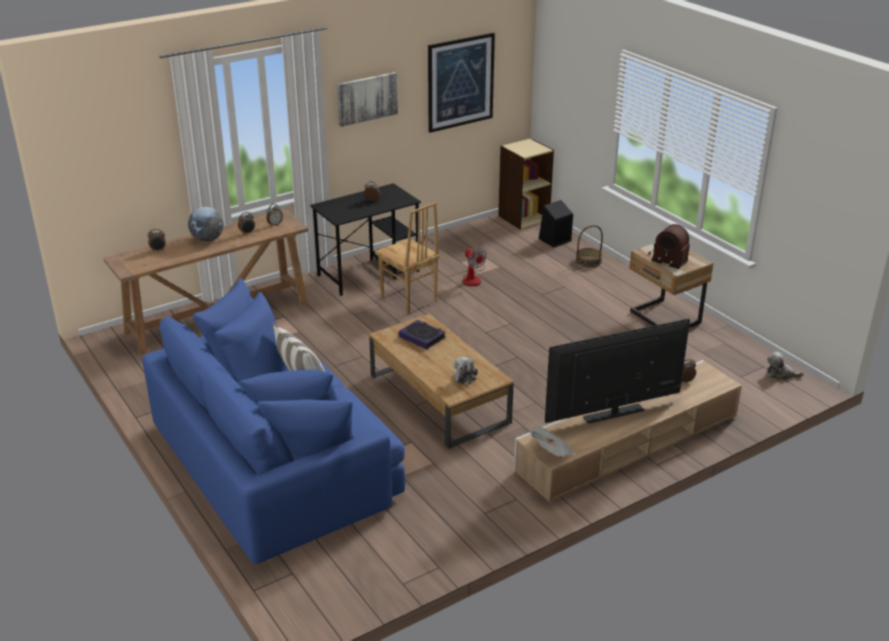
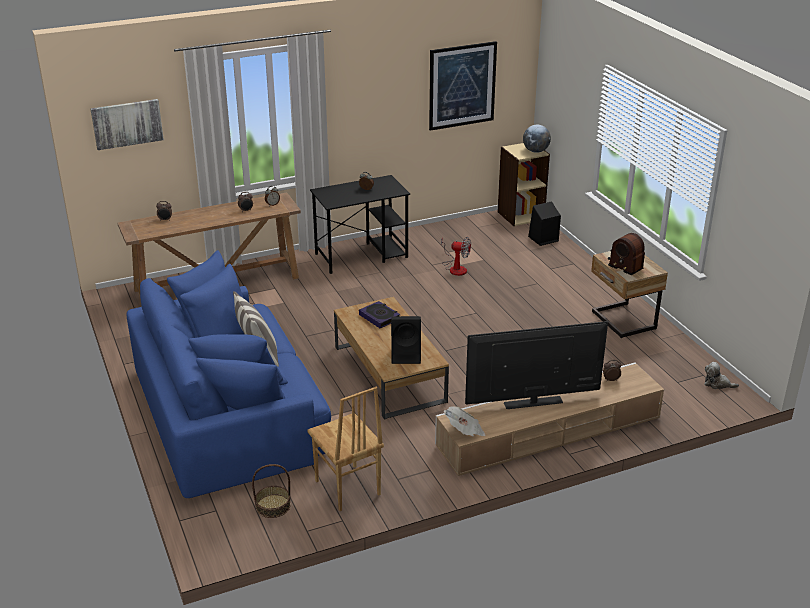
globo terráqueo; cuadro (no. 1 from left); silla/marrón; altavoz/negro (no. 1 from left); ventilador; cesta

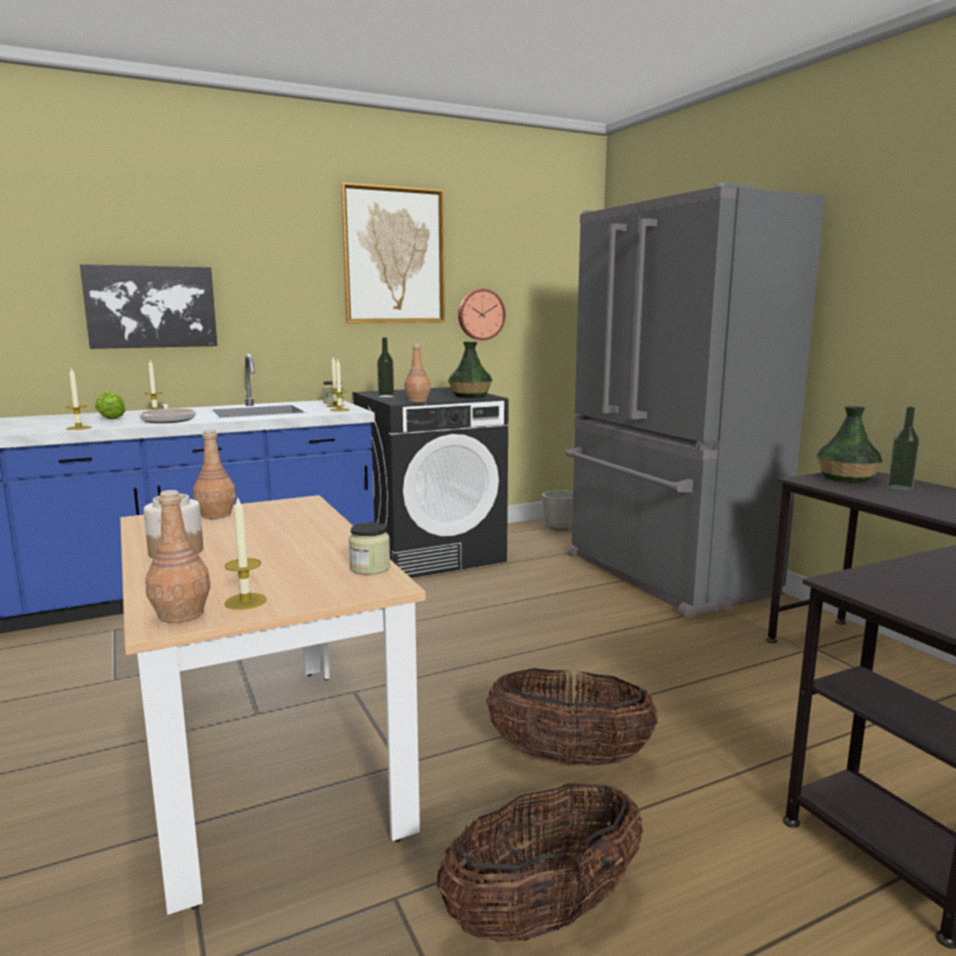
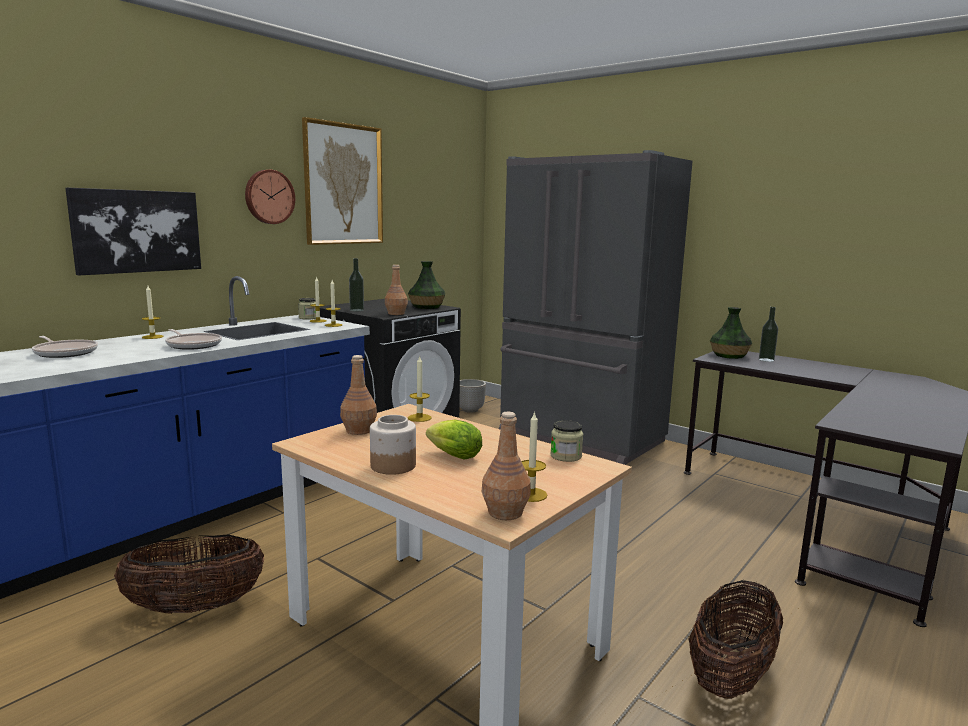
vela (no. 4 from left); lechuga; reloj de pared; cesta (no. 1 from left); sartén (no. 1 from left)

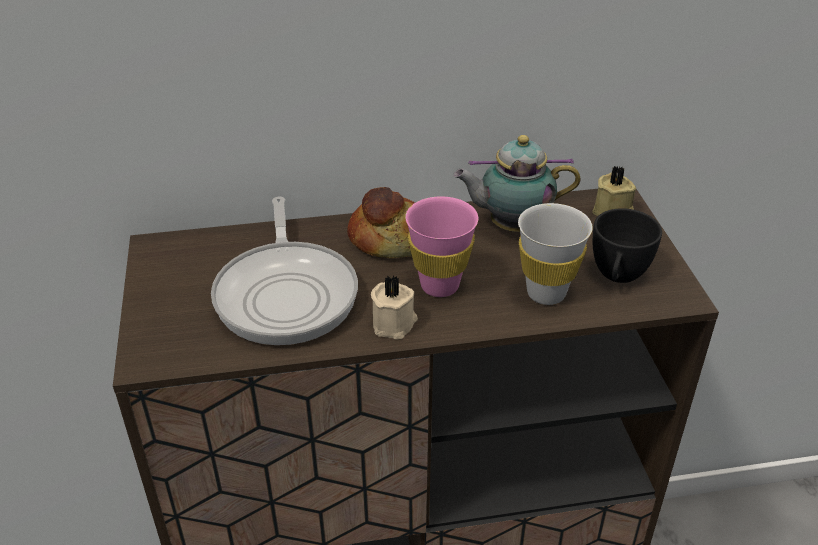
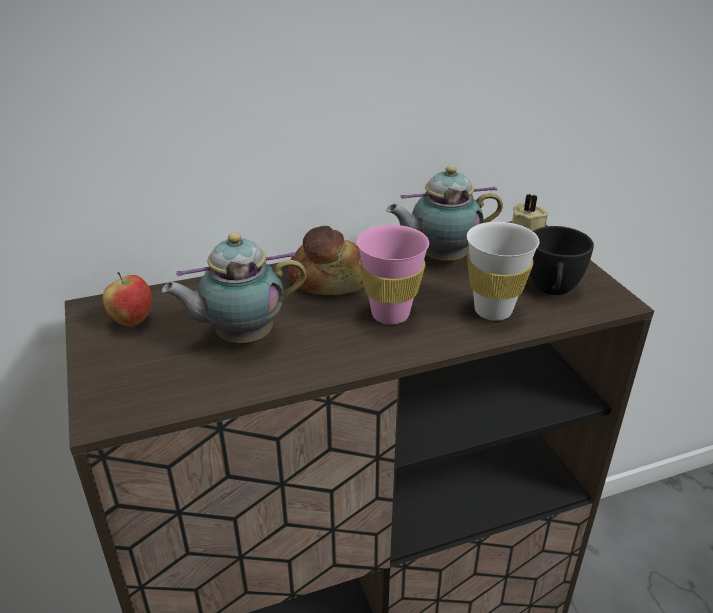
tetera (no. 1 from left); vela/beis (no. 1 from left in the first image); manzana

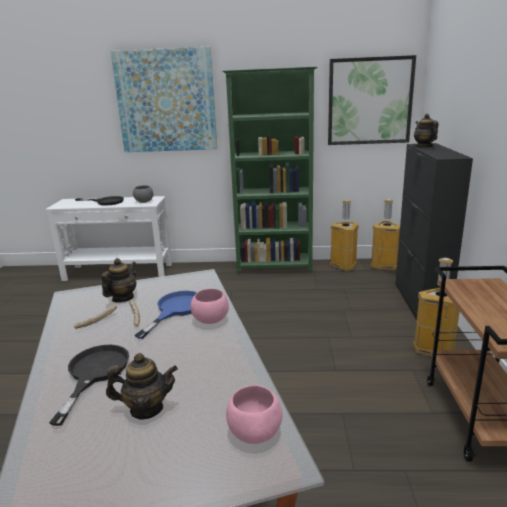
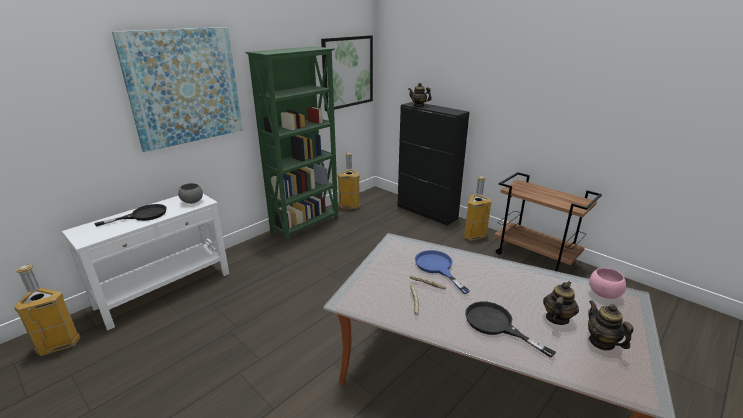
tetera (no. 3 from left); cuenco/rosa (no. 1 from left in the first image); papelera (no. 1 from left)

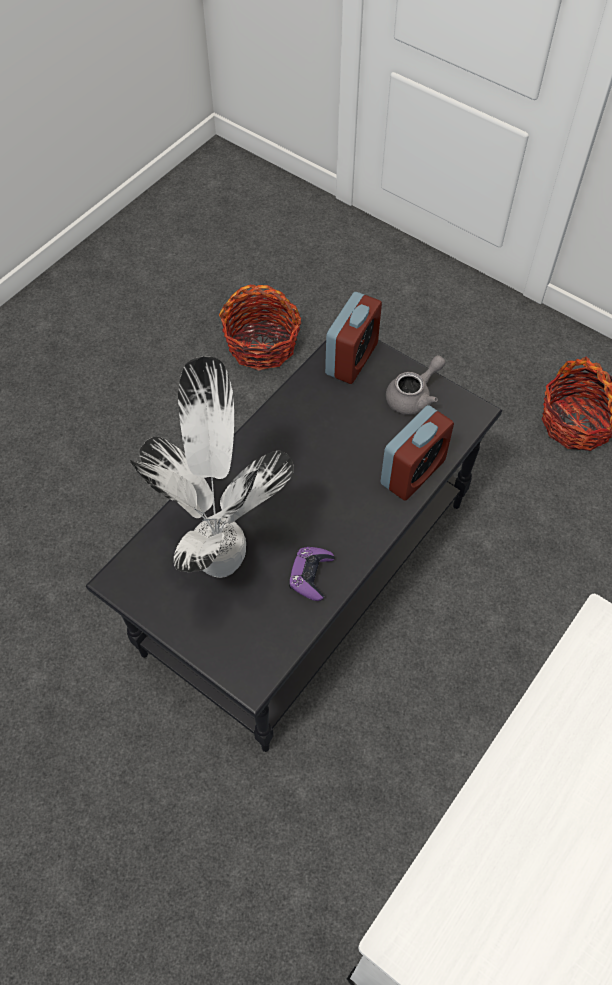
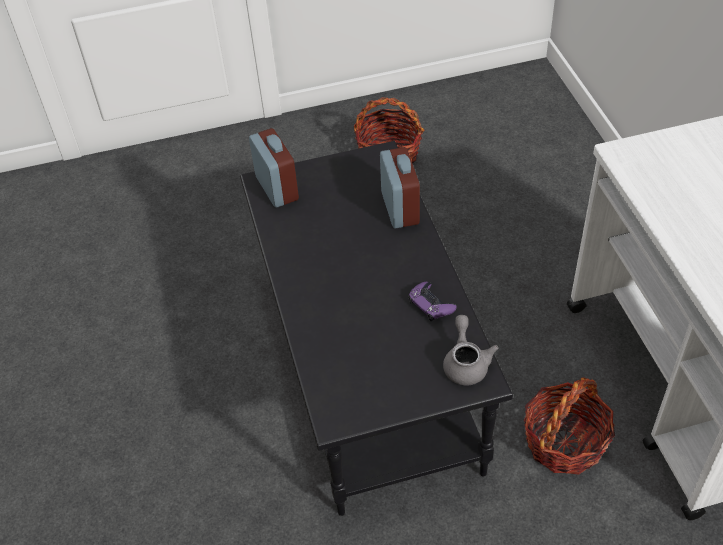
planta en maceta; cesta (no. 2 from left); tetera/gris

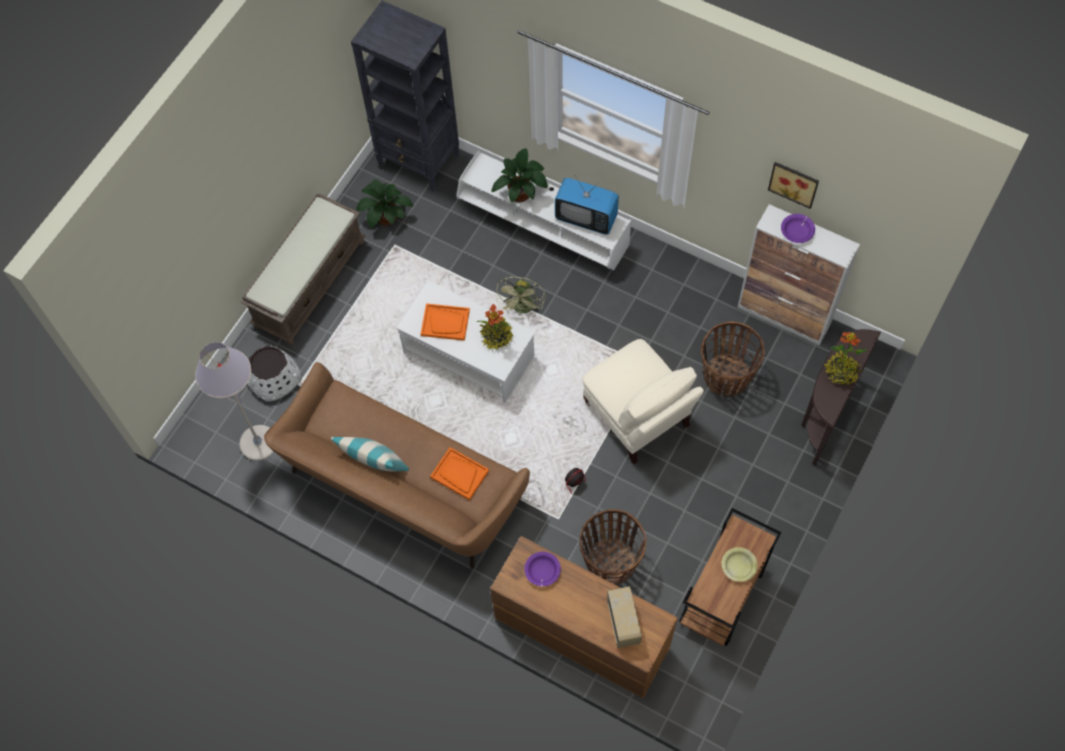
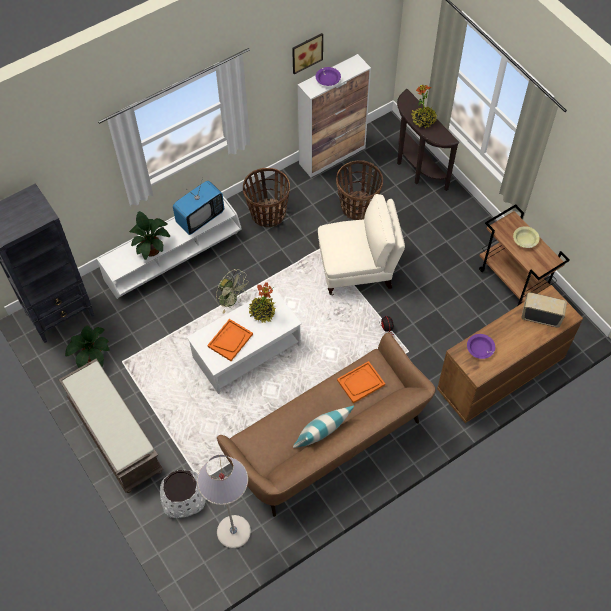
cesta (no. 1 from left)

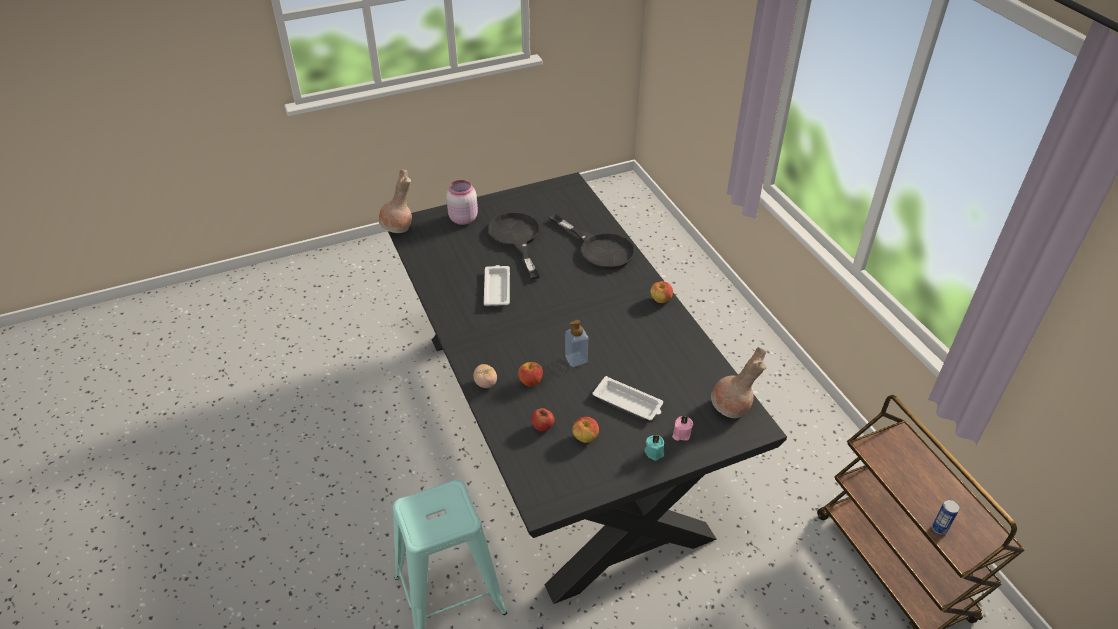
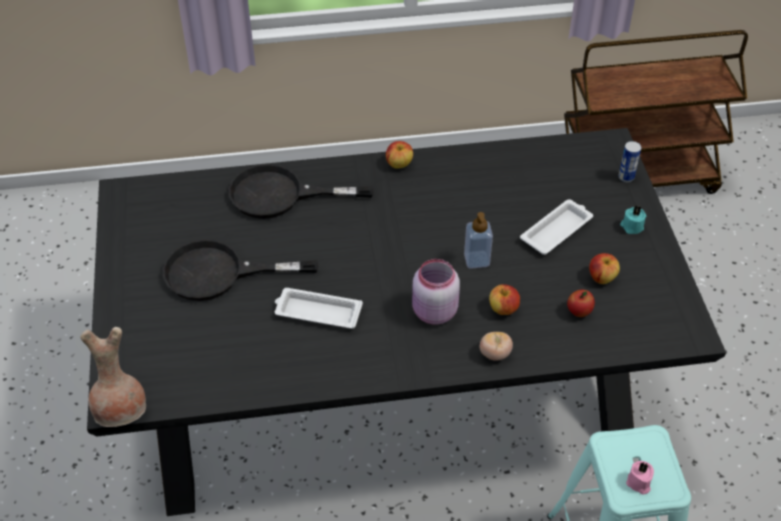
tarro/rosa; sartén/negro (no. 2 from left); vela/rosa; florero/marrón (no. 2 from left in the first image); lata

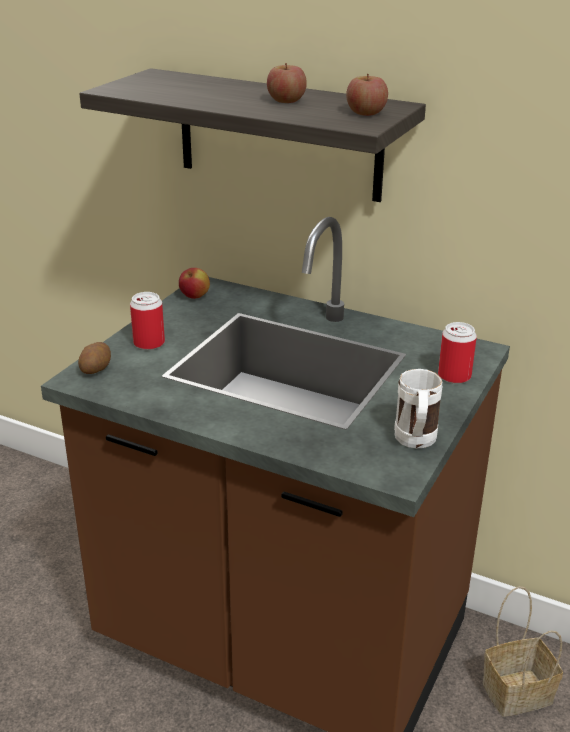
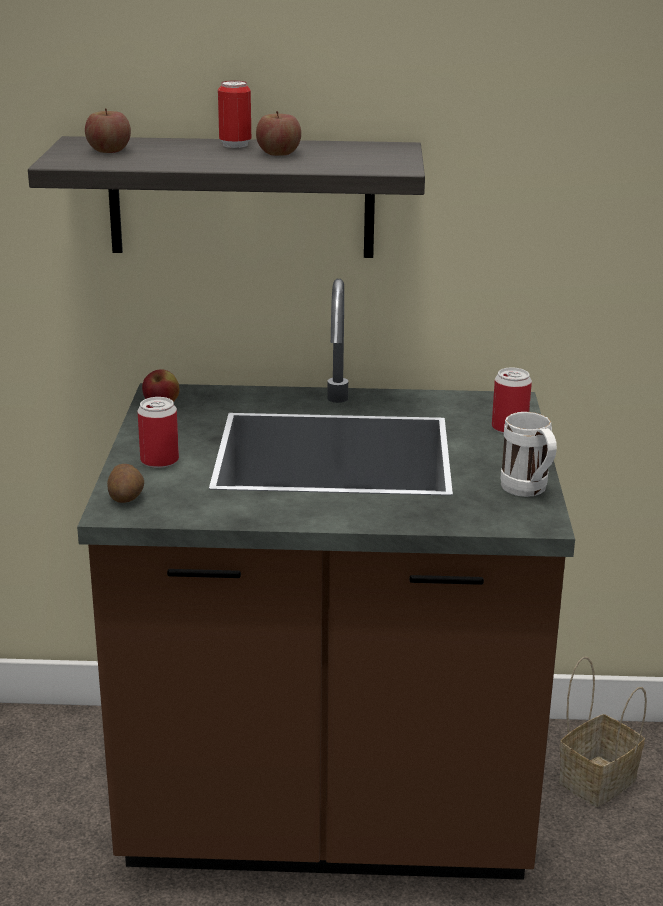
manzana (no. 1 from left); lata (no. 2 from left)

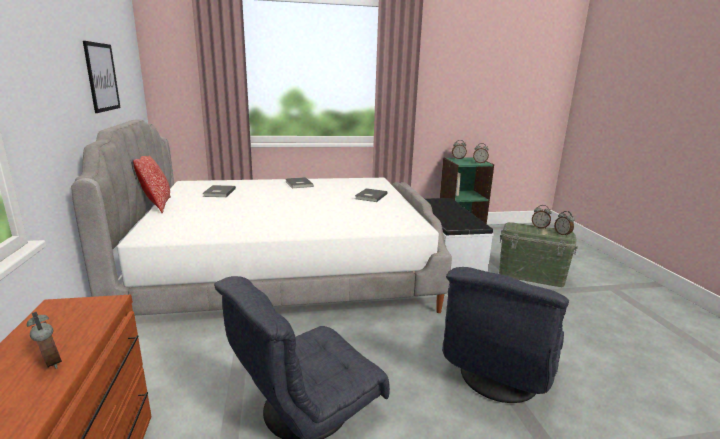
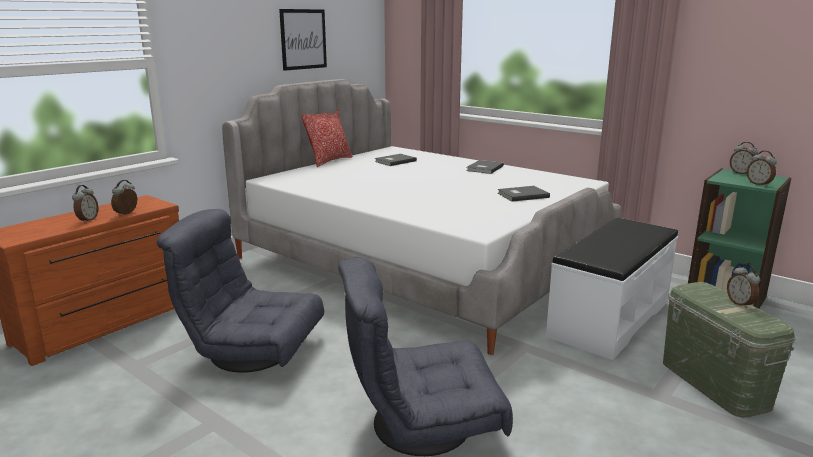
despertador (no. 2 from left)

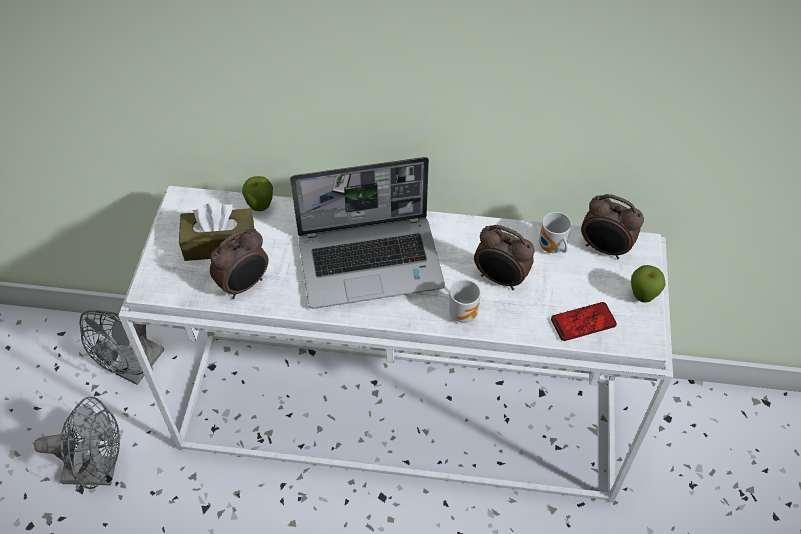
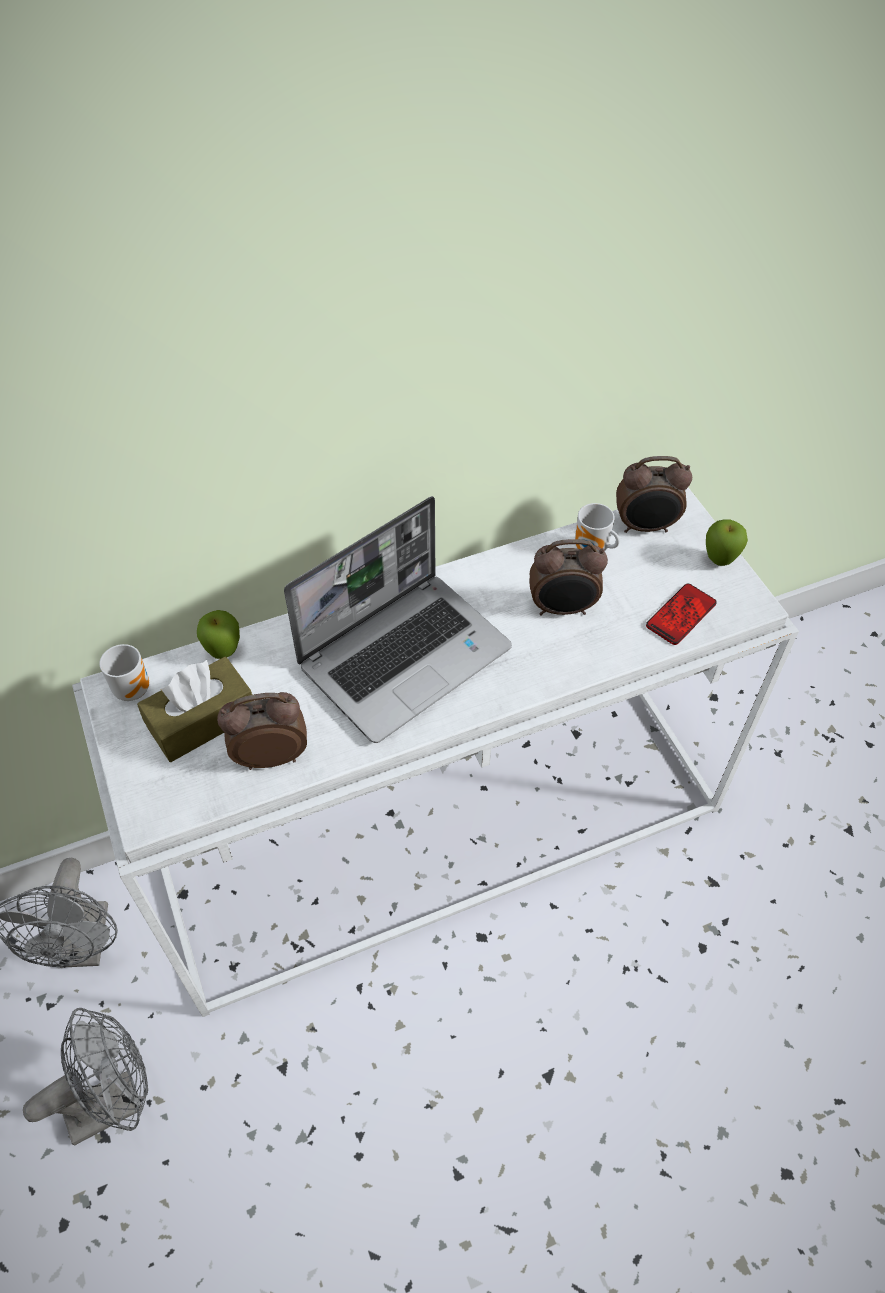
despertador (no. 1 from left); taza grande (no. 1 from left)

